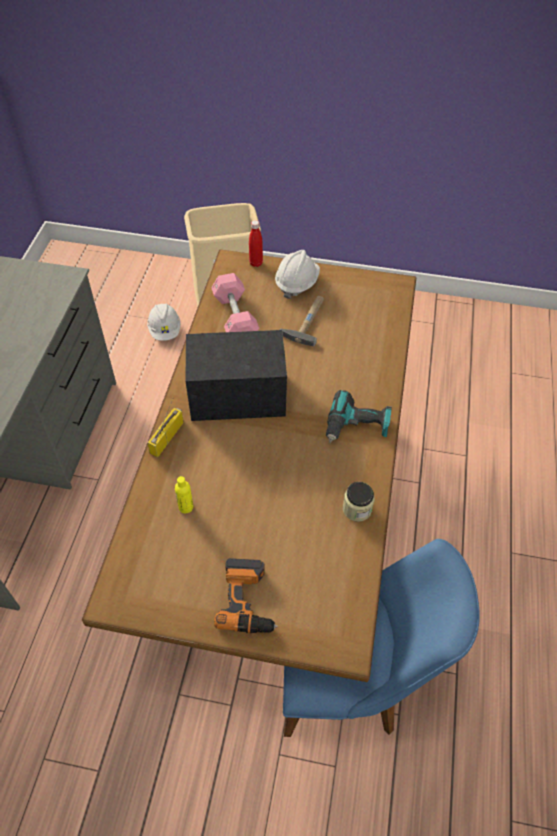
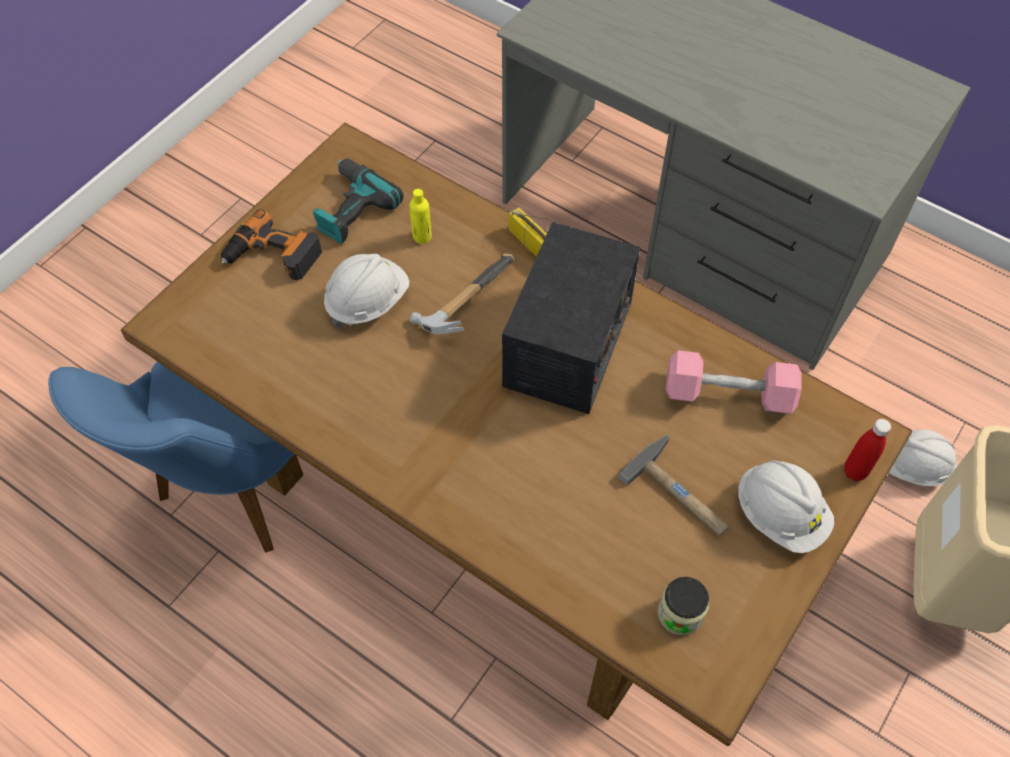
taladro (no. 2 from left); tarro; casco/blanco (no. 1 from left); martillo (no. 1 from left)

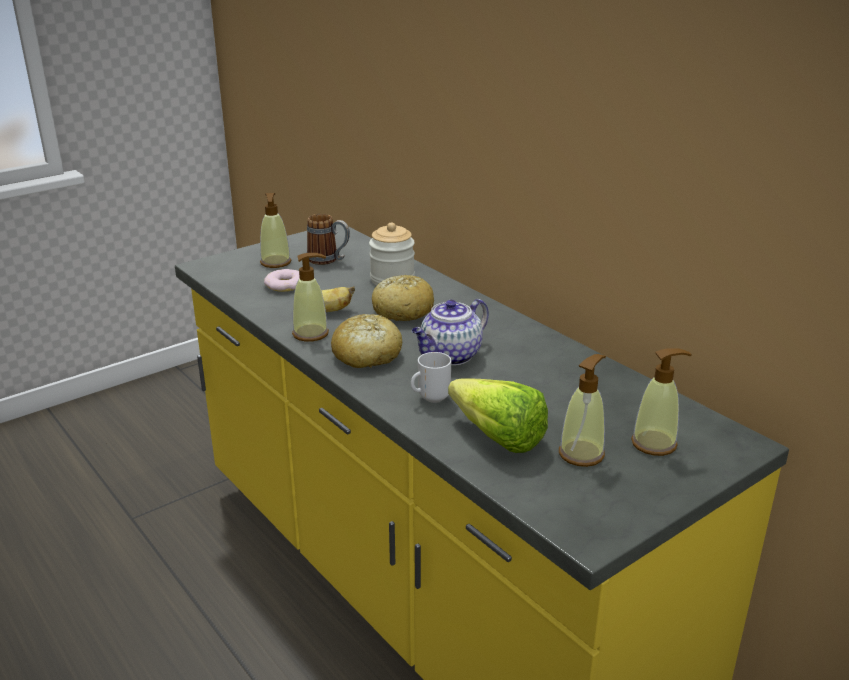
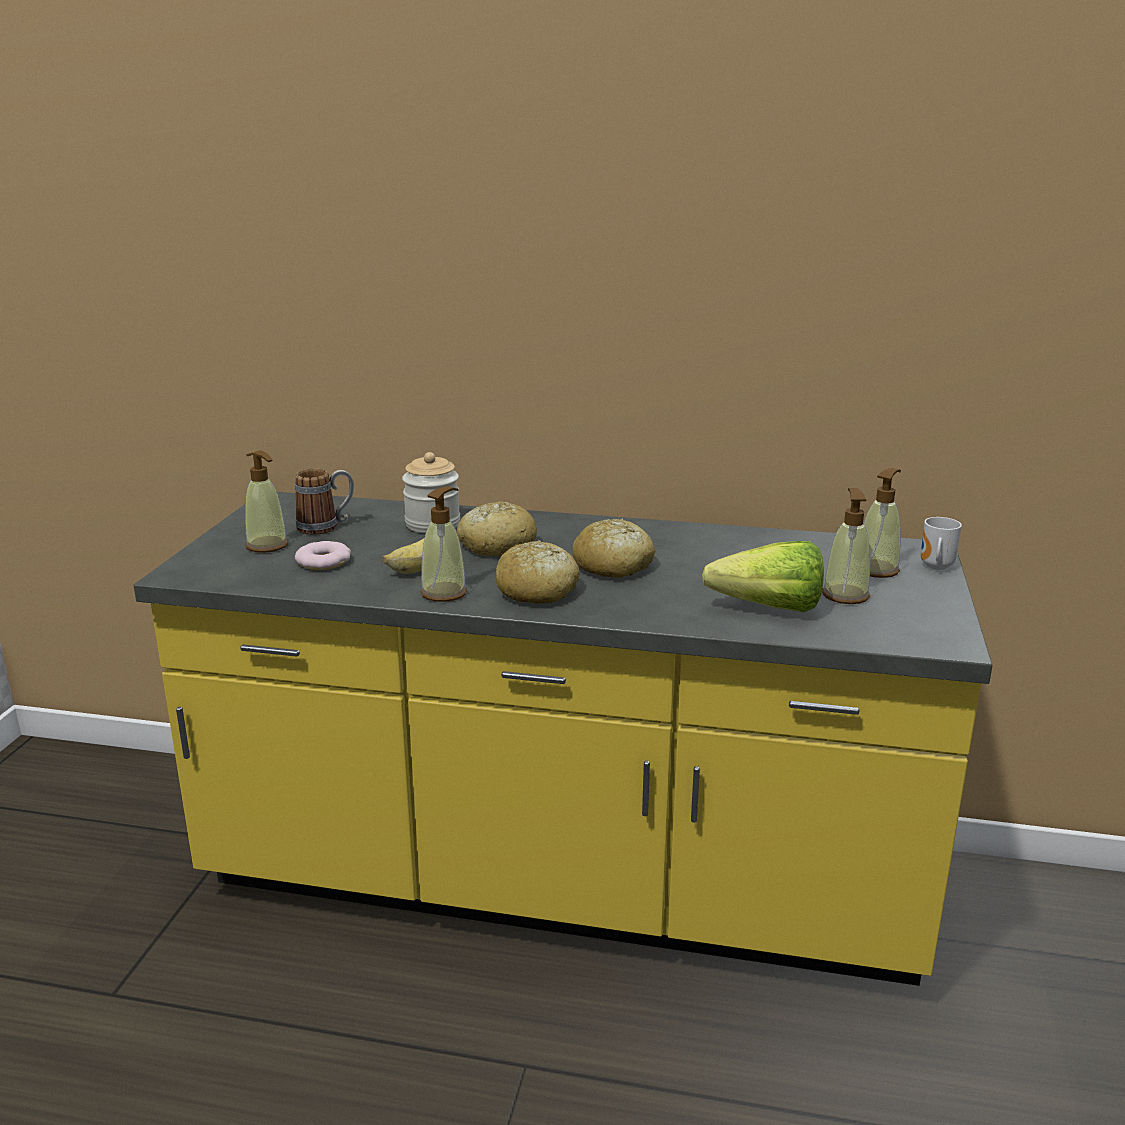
taza grande (no. 2 from left); pan (no. 3 from left)

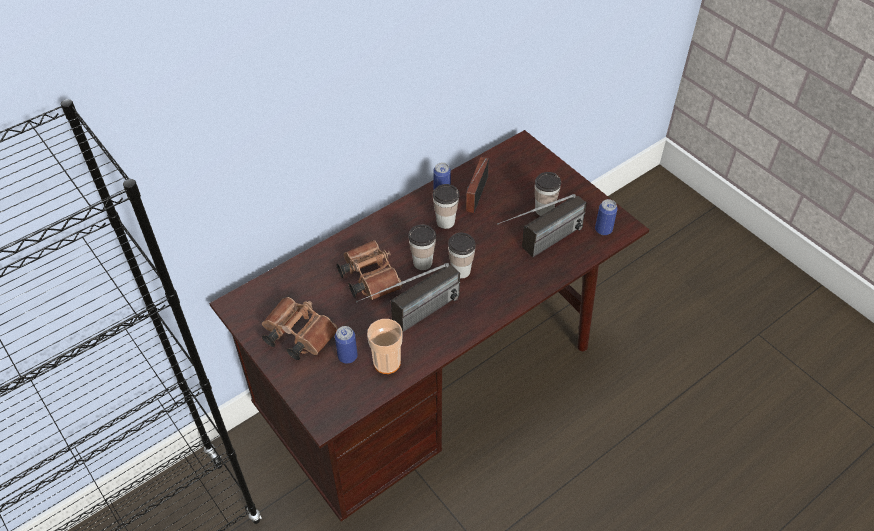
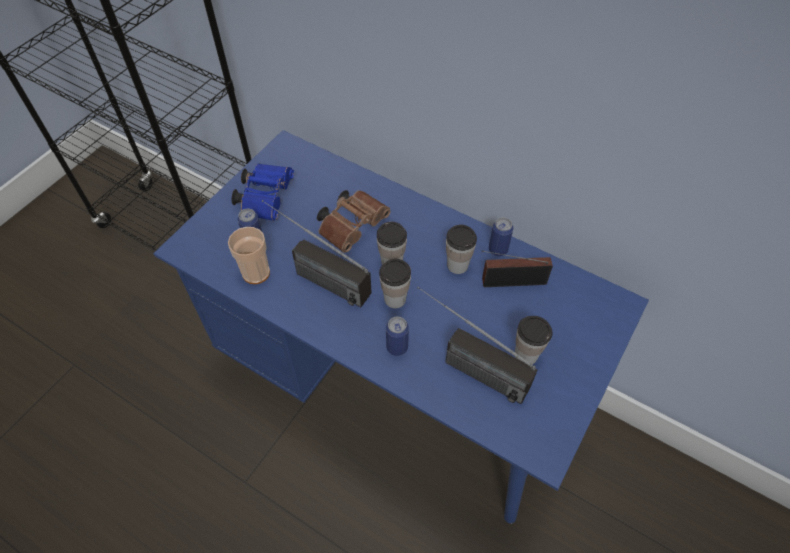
escritorio/azul; prismáticos/azul; lata (no. 2 from left)

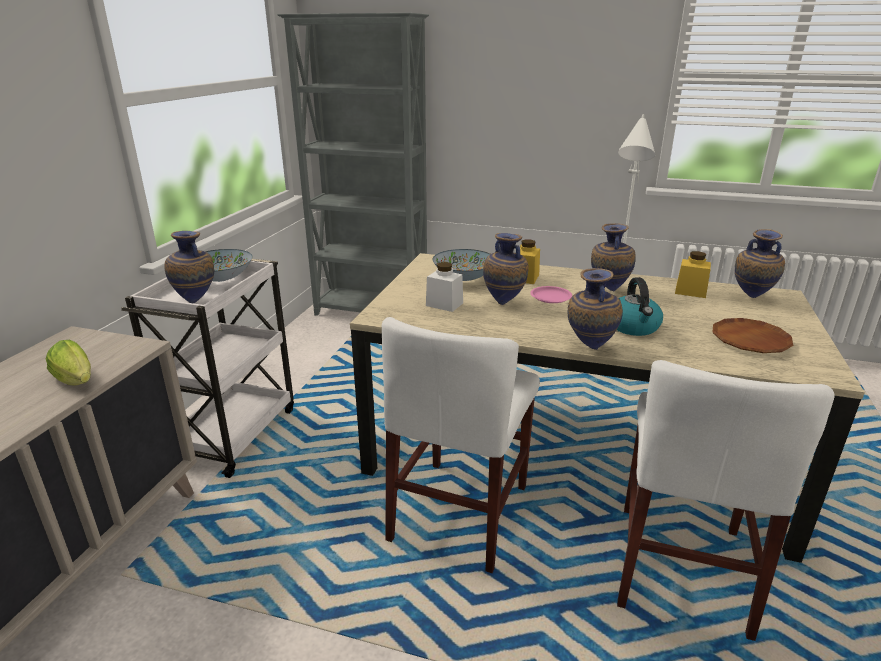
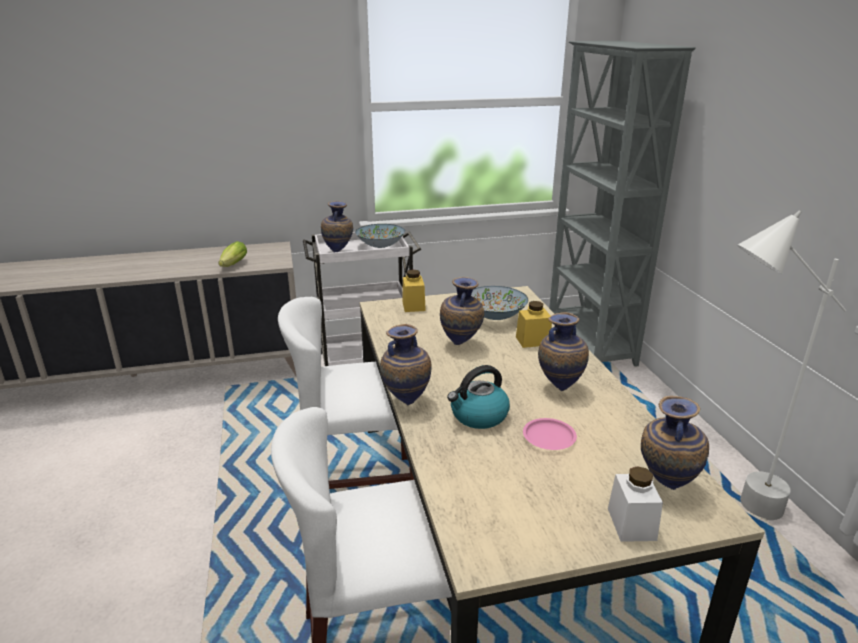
tarro/blanco; plato/rosa; tarro/amarillo (no. 1 from left); plato/marrón

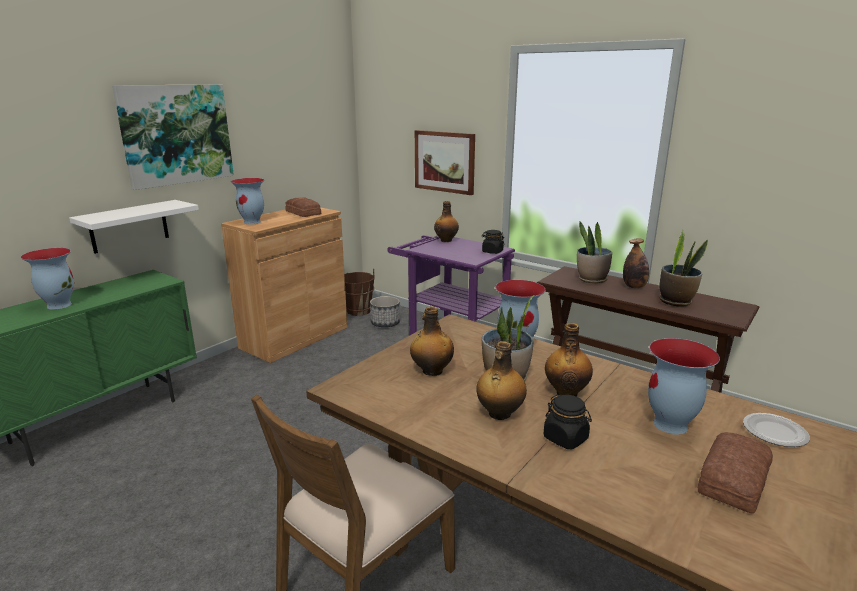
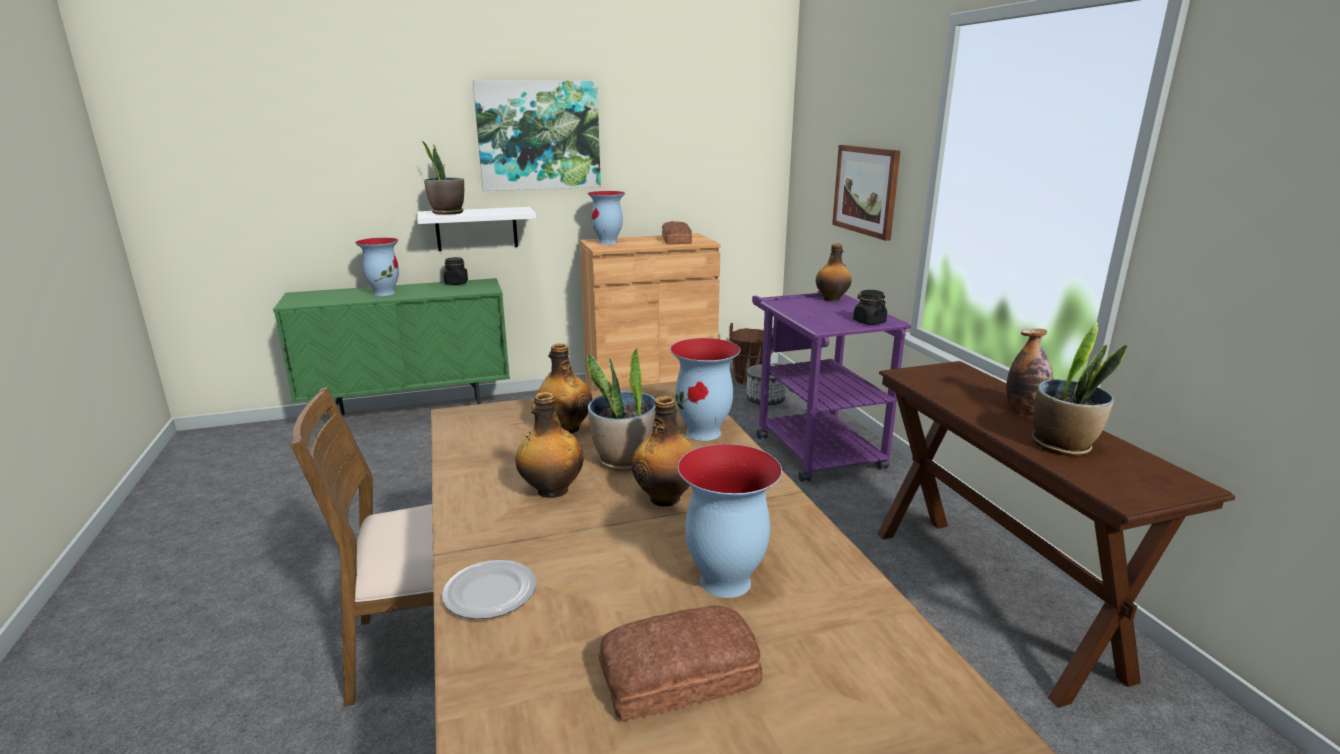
tarro/negro (no. 1 from left); planta en maceta (no. 1 from left); plato

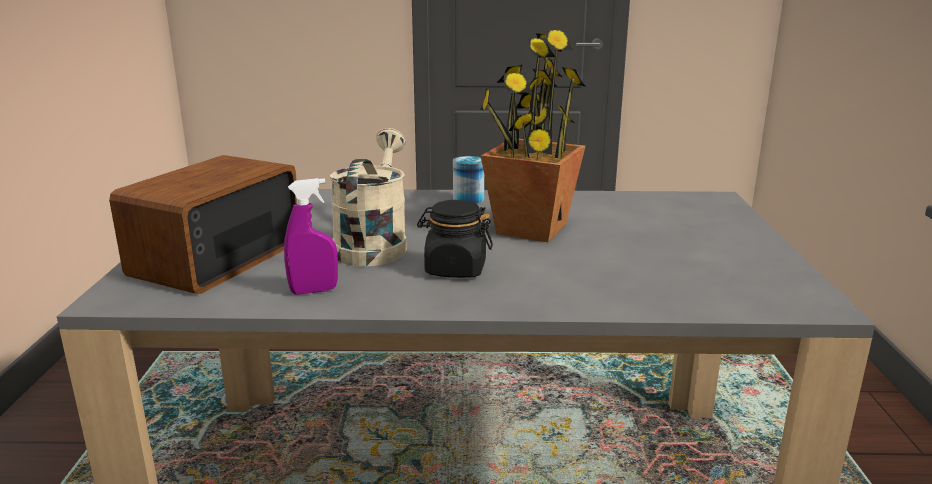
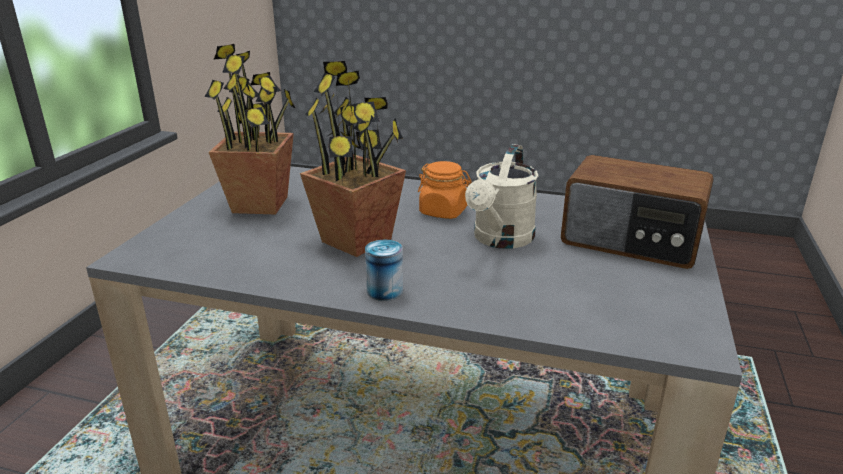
radio; pulverizador/morado; tarro/naranja; planta en maceta (no. 1 from left)

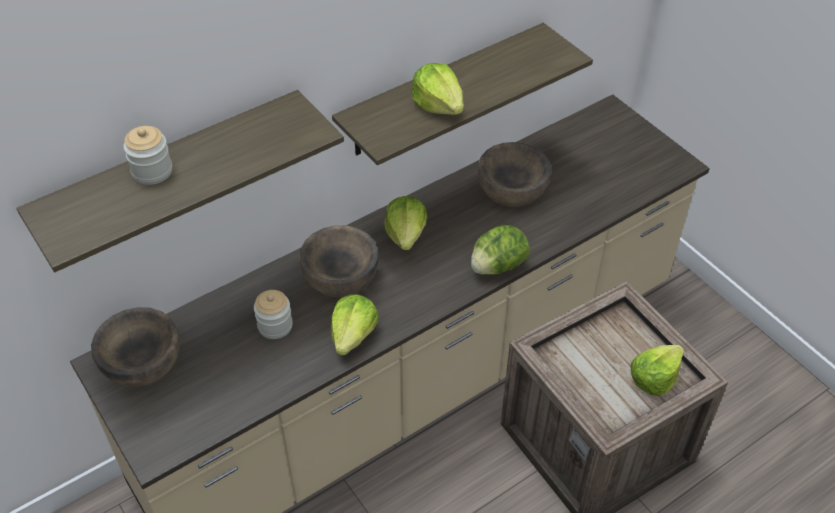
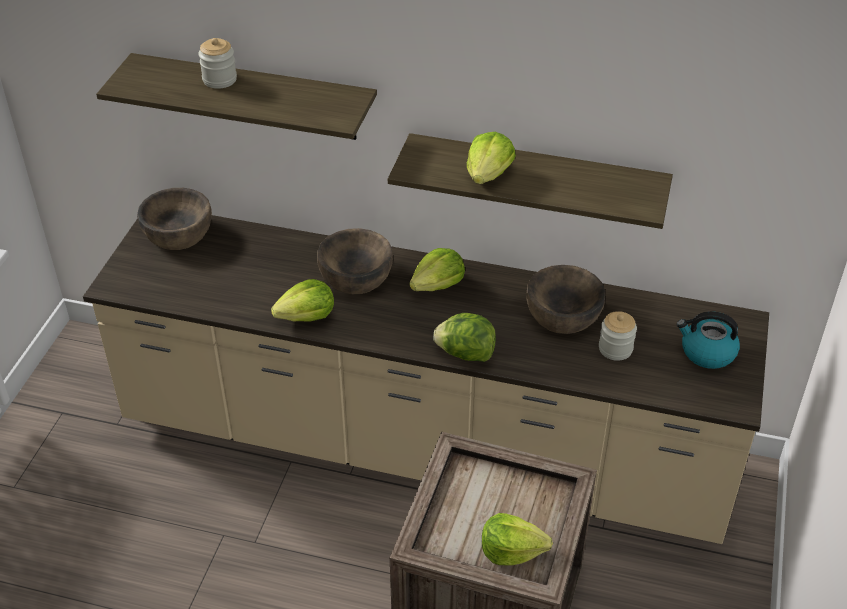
tarro (no. 2 from left); hervidor

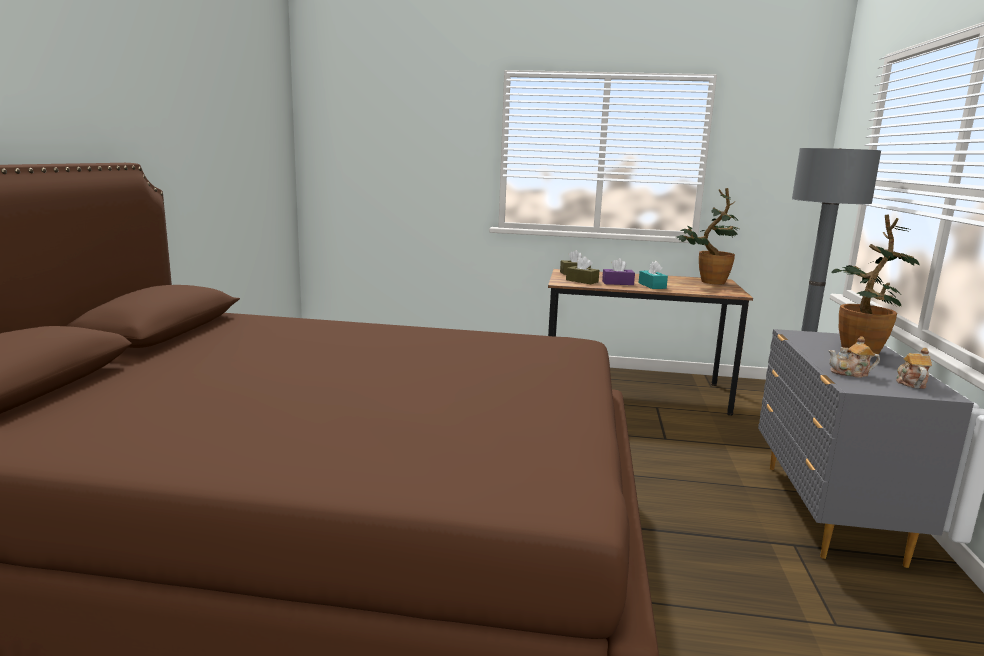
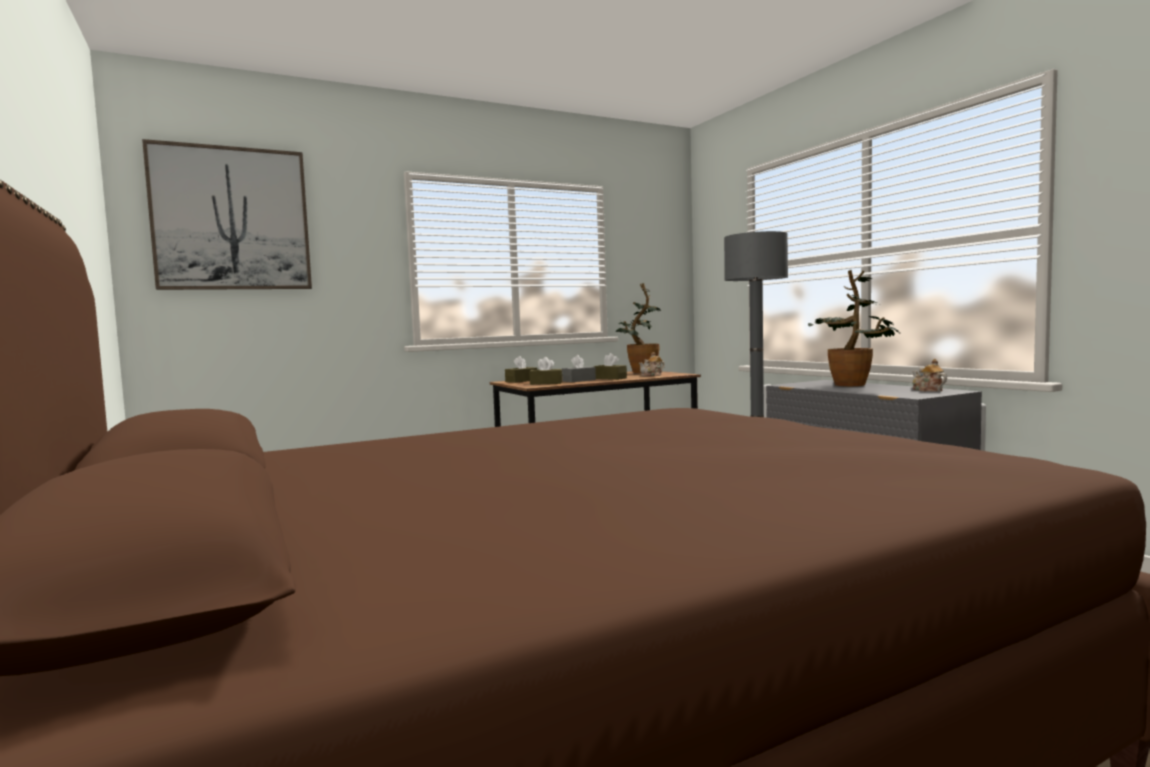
caja de pañuelos/gris; caja de pañuelos/marrón (no. 3 from left); tetera (no. 1 from left); cuadro

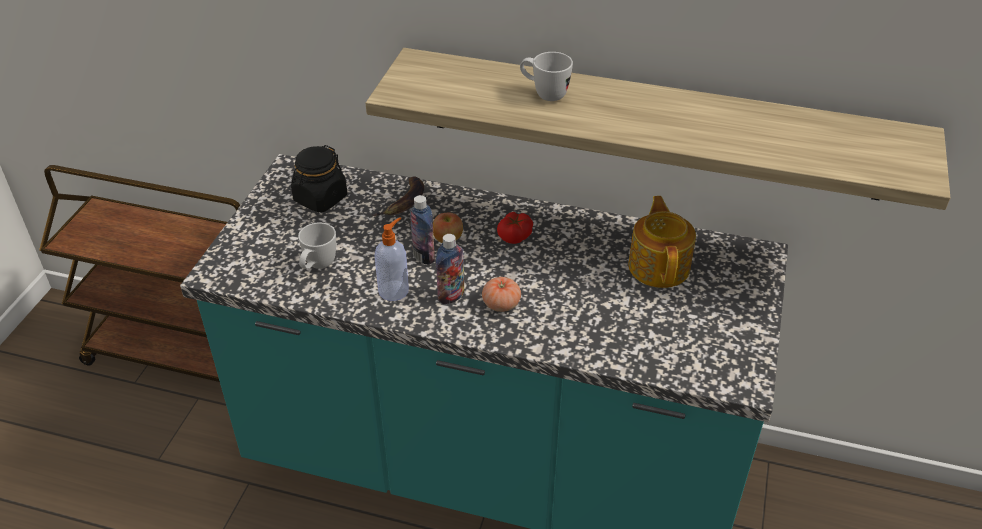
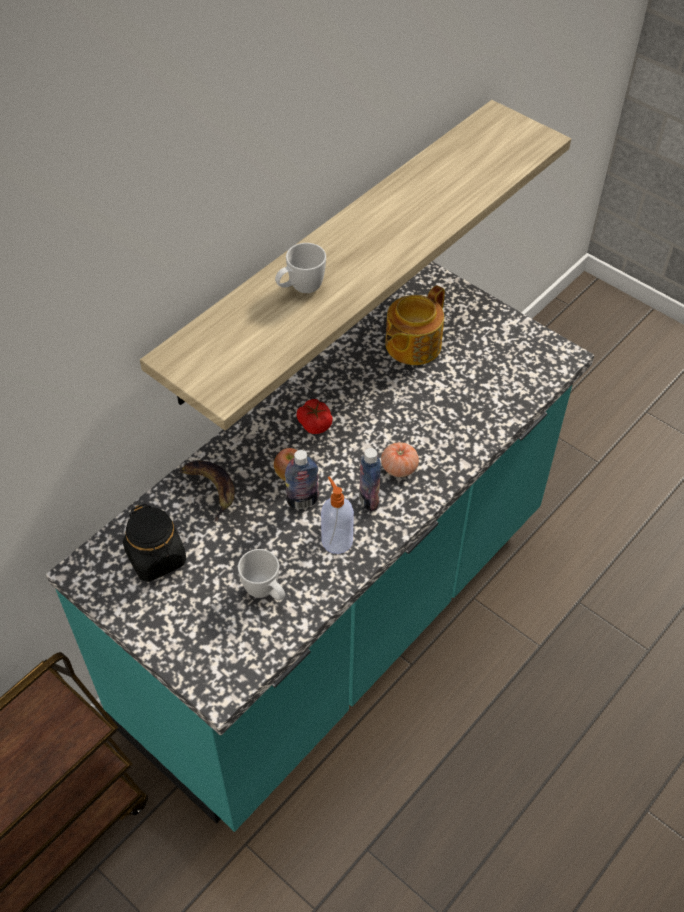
tetera

